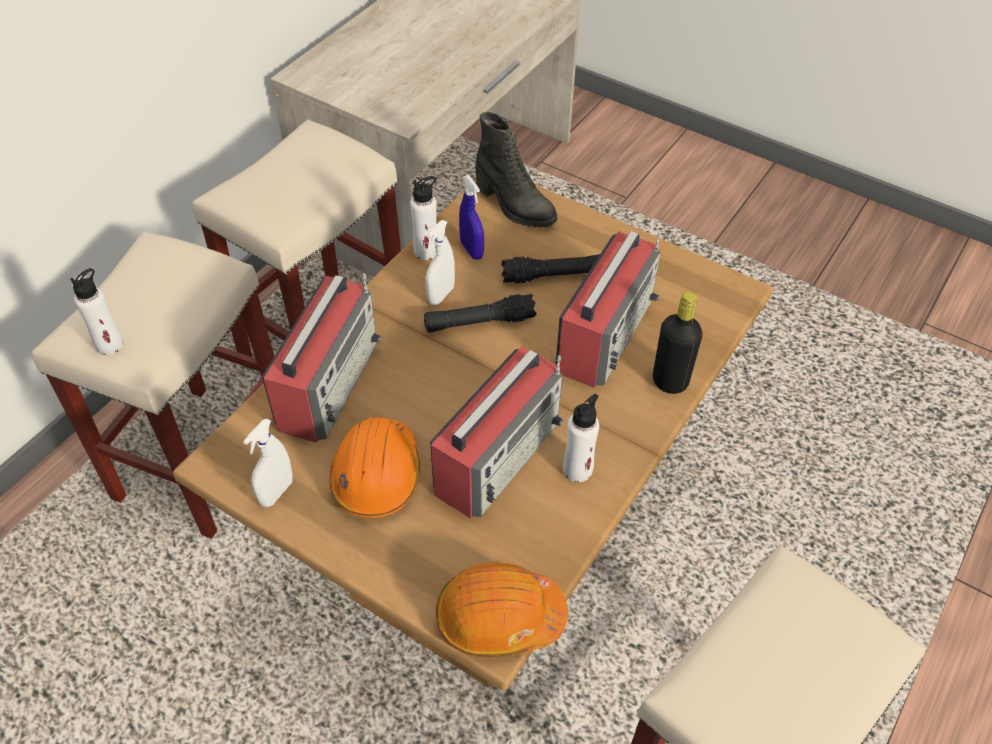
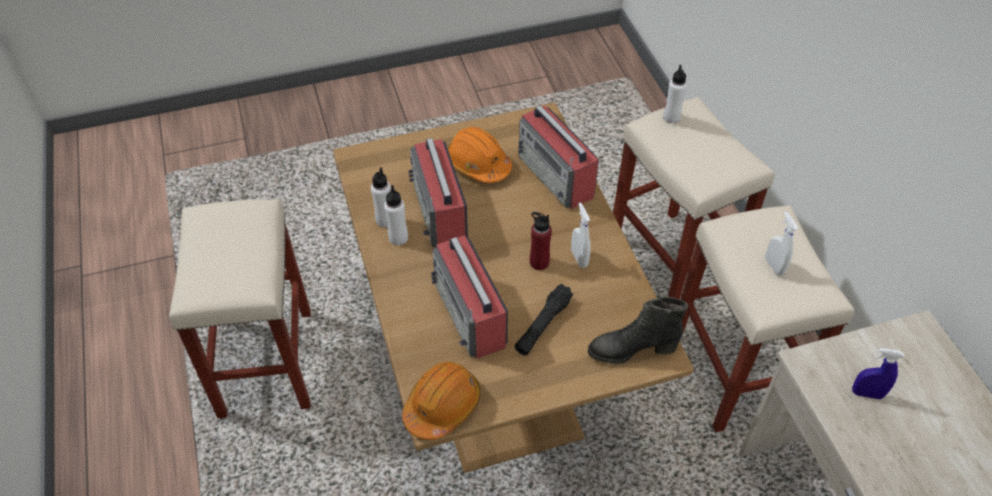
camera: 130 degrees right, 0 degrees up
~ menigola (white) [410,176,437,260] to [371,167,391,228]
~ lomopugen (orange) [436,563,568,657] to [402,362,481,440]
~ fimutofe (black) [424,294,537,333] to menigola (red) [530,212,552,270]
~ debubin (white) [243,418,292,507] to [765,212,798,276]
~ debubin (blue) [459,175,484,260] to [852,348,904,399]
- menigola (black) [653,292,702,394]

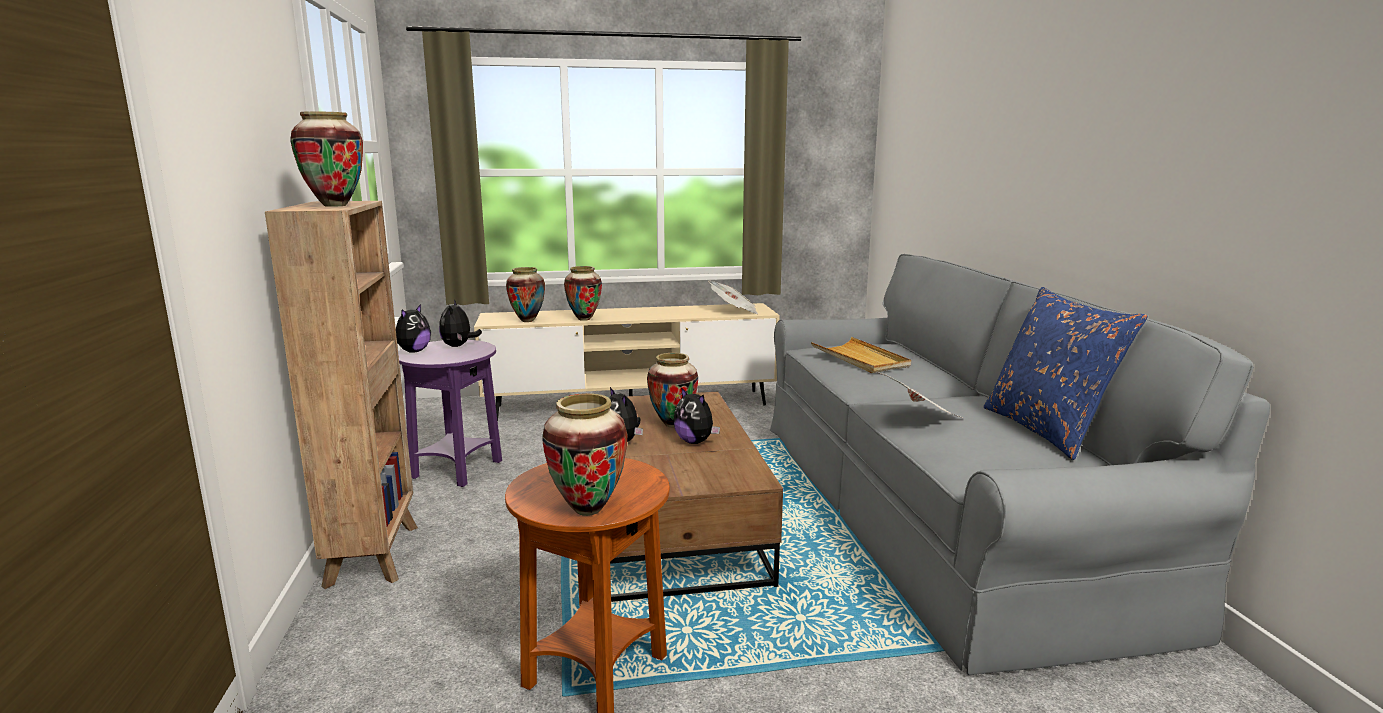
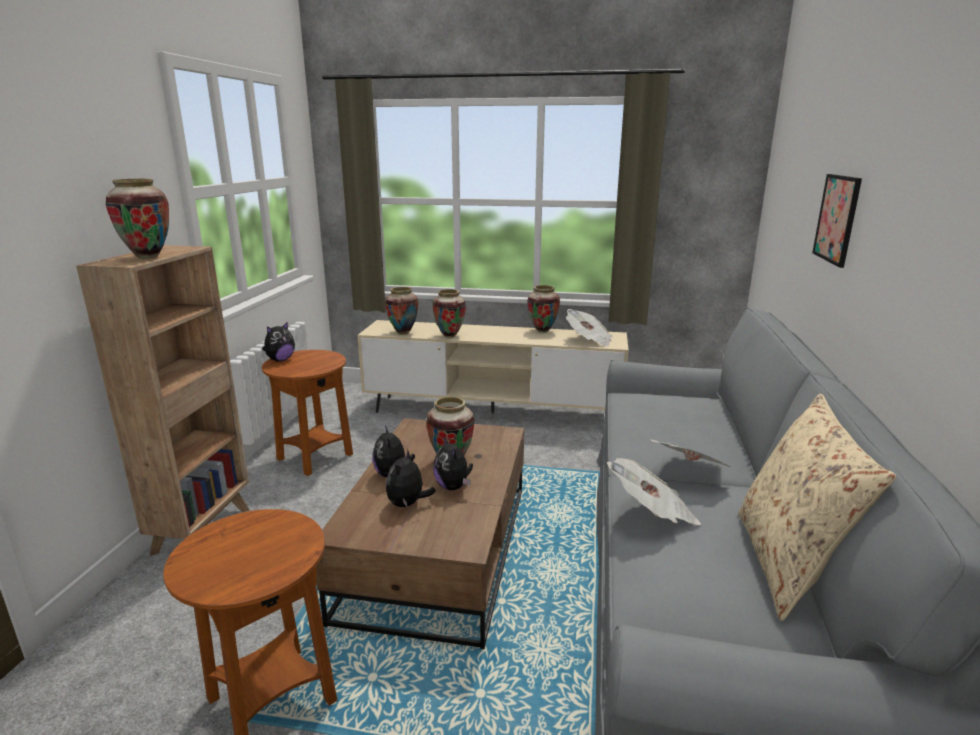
camera: 20 degrees right, 5 degrees up
~ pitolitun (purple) [398,340,502,487] to pitolitun (brown) [262,350,353,476]
~ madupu [439,300,482,347] to [386,449,436,507]
~ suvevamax [542,393,628,516] to [527,285,560,332]
+ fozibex [650,439,730,467]
~ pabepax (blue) [984,287,1148,460] to pabepax (beige) [738,394,896,621]
+ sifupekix [812,174,862,268]
- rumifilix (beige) [811,337,911,373]

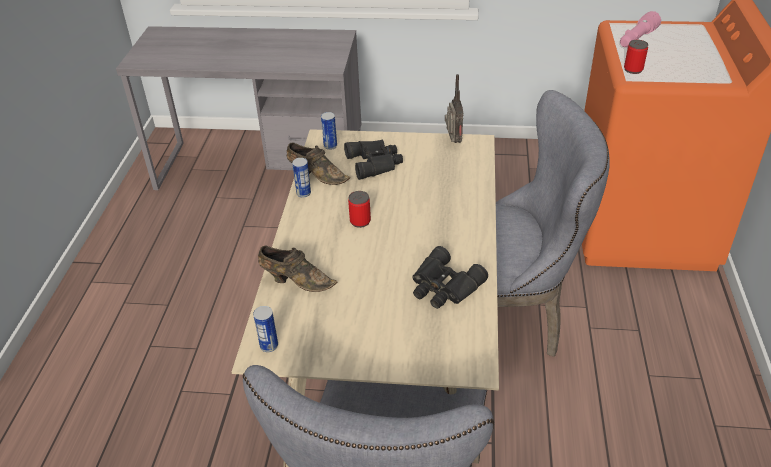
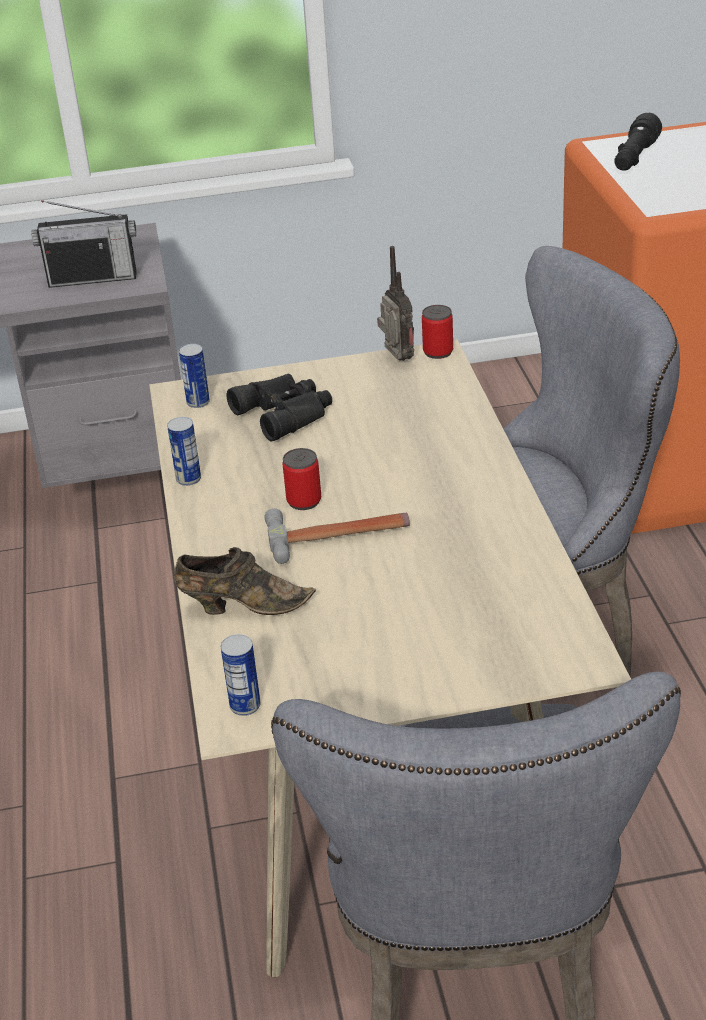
camera: 15 degrees left, 5 degrees down
+ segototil [32,200,137,288]
+ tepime [265,508,410,564]
~ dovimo [624,40,648,74] to [422,305,453,359]
~ fimutofe (pink) [620,11,661,47] to fimutofe (black) [614,113,662,171]
- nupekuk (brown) [287,143,350,185]
- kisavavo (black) [412,246,488,309]

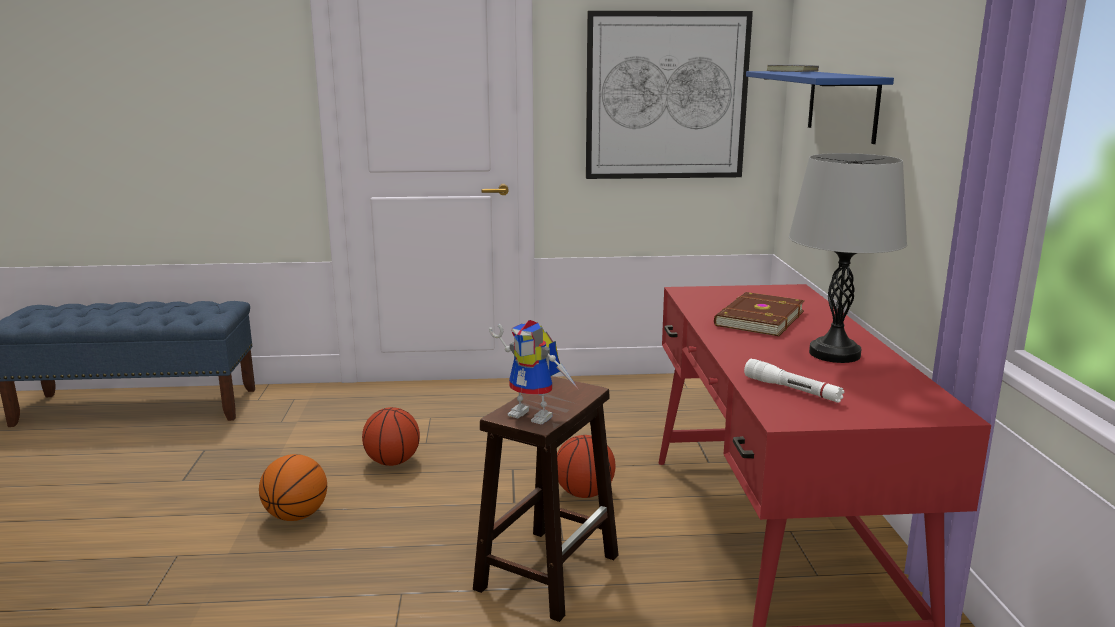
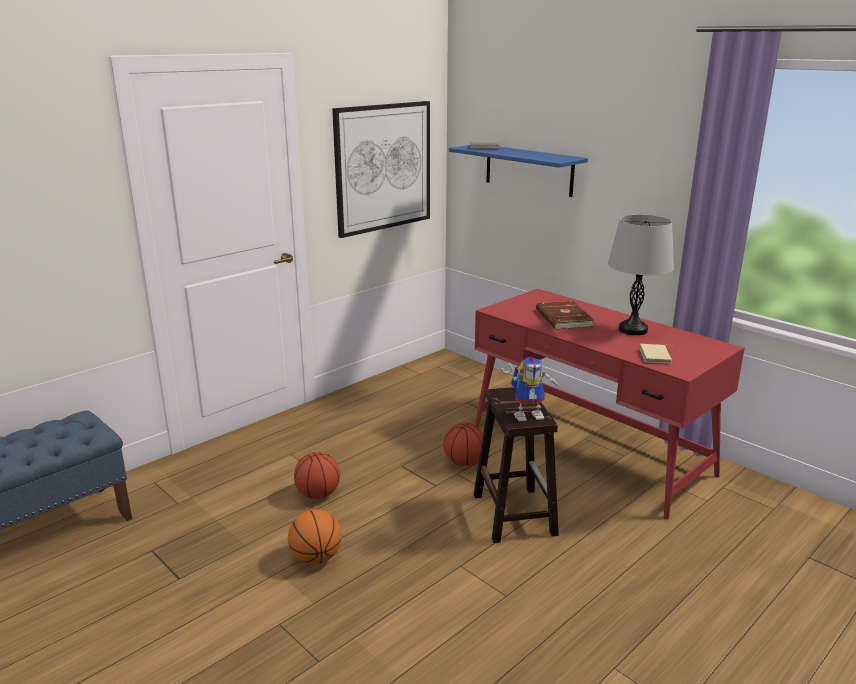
camera: 40 degrees left, 5 degrees up
~ fimutofe (white) [744,359,844,403] to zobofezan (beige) [640,344,674,364]

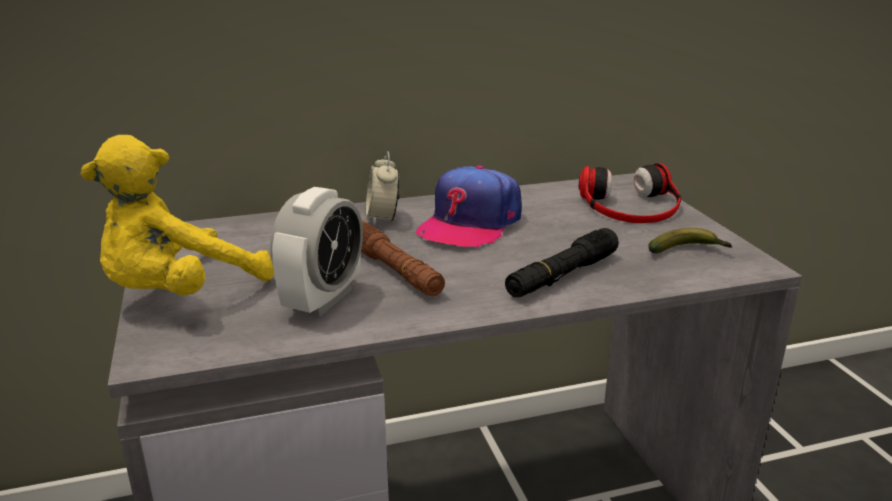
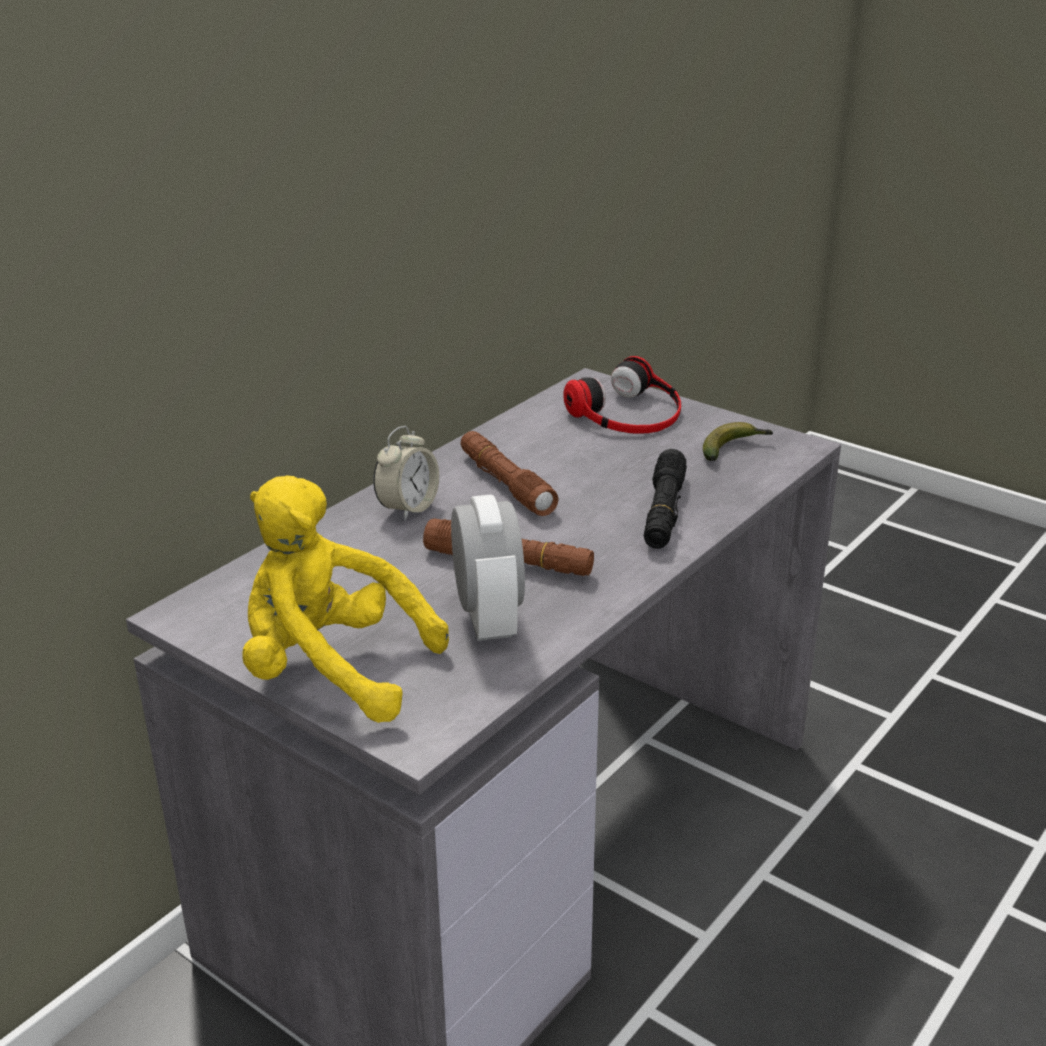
camera: 35 degrees left, 5 degrees up
~ madupu (yellow) [80,135,274,296] = [242,475,449,723] 105 degrees clockwise
~ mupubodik [366,151,399,226] = [373,426,439,521] 105 degrees counterclockwise
~ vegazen [416,165,522,248] to fimutofe (brown) [460,431,558,516]

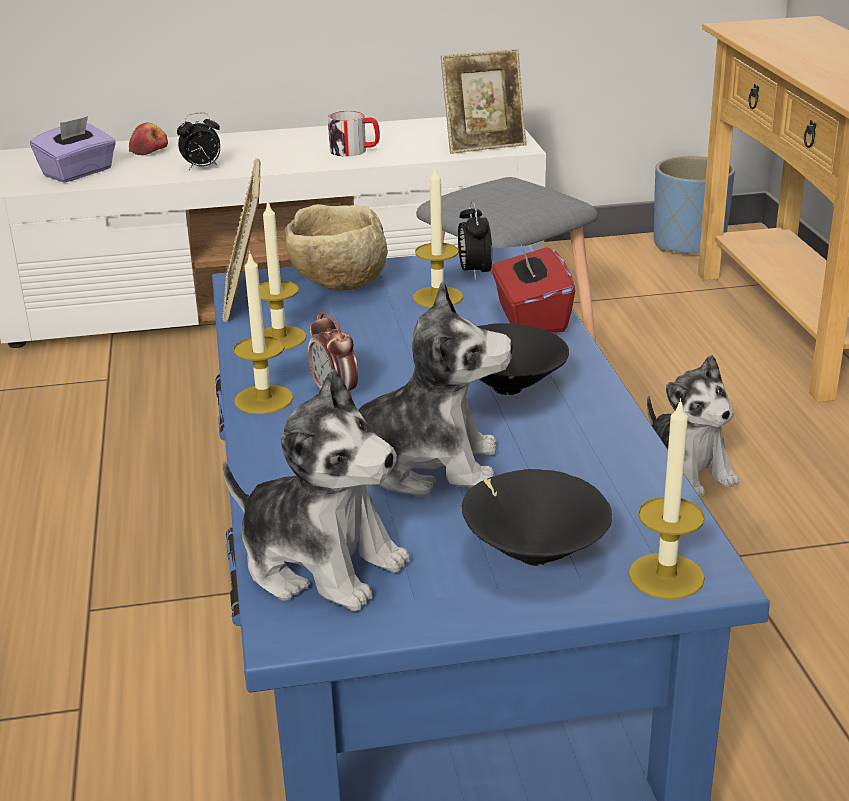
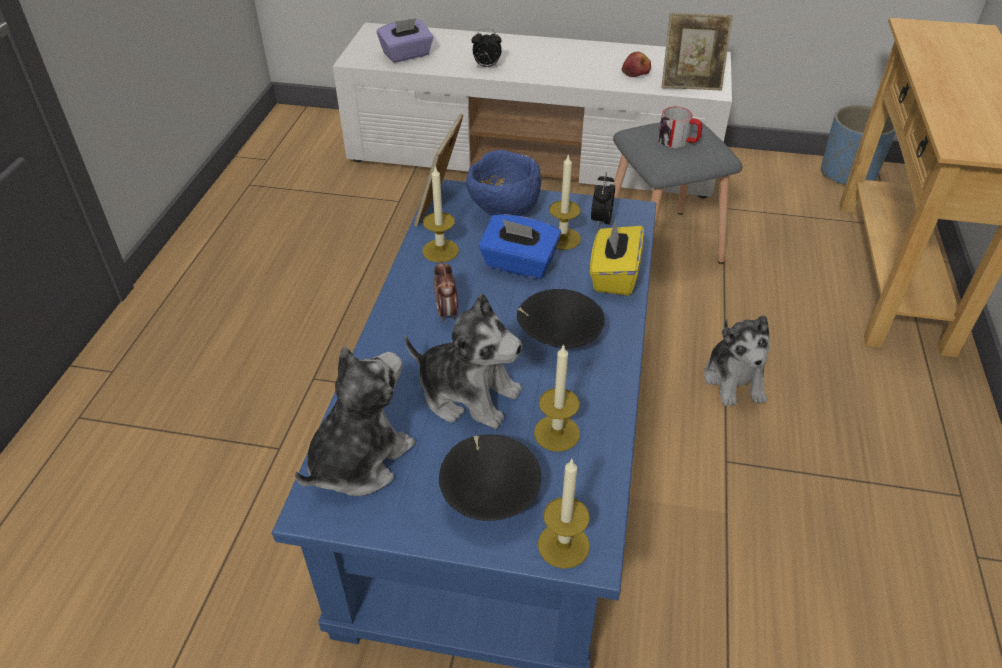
camera: 20 degrees right, 15 degrees up
~ madupu [223,369,410,611] = [295,347,415,496] 105 degrees counterclockwise
~ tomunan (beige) [284,204,388,291] to tomunan (blue) [466,150,541,216]
+ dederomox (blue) [479,214,561,279]
~ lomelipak [233,251,294,414] to [534,344,580,452]
~ dederomox (red) [491,237,575,333] to dederomox (yellow) [590,220,644,296]
~ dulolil [129,123,168,155] to [622,52,651,77]
~ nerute [328,111,380,157] to [658,106,702,148]

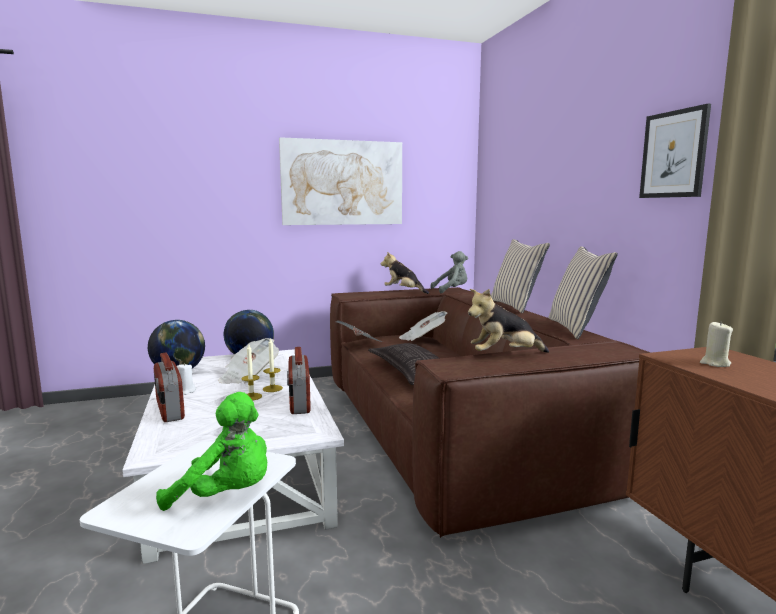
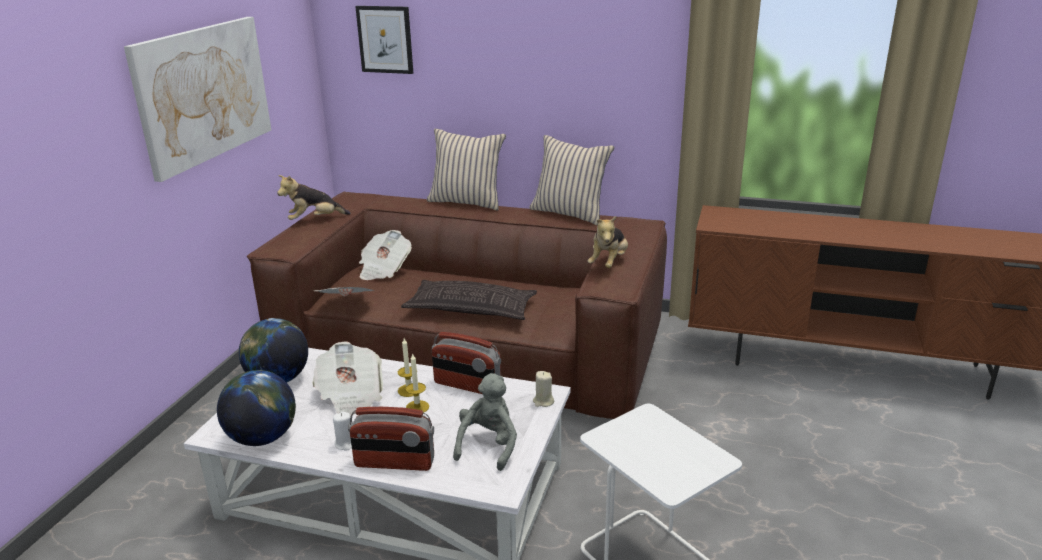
camera: 55 degrees left, 15 degrees up
~ sifupekix [639,104,711,198] to [355,6,413,74]
~ madupu (grey) [430,251,468,293] to [453,373,517,471]
~ lomelipak (beige) [700,321,733,367] to [533,371,554,407]
- madupu (green) [156,392,267,511]

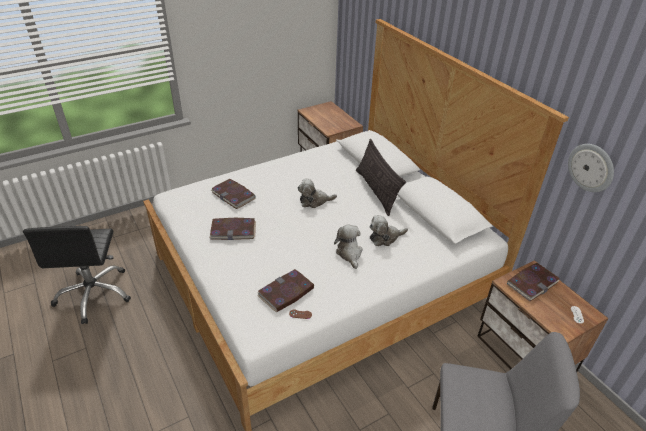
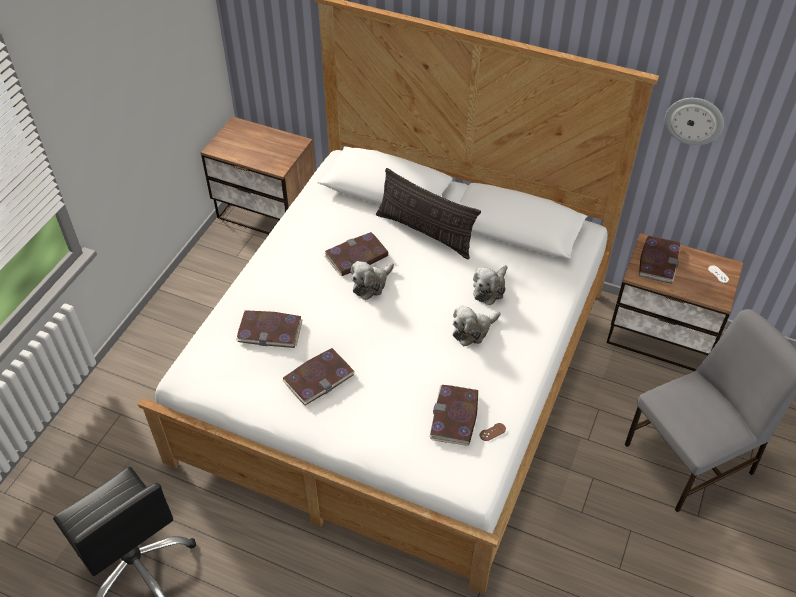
camera: 35 degrees left, 10 degrees up
+ zobofezan [324,232,388,276]
~ madupu [334,225,363,269] = [453,305,500,346] 75 degrees counterclockwise

